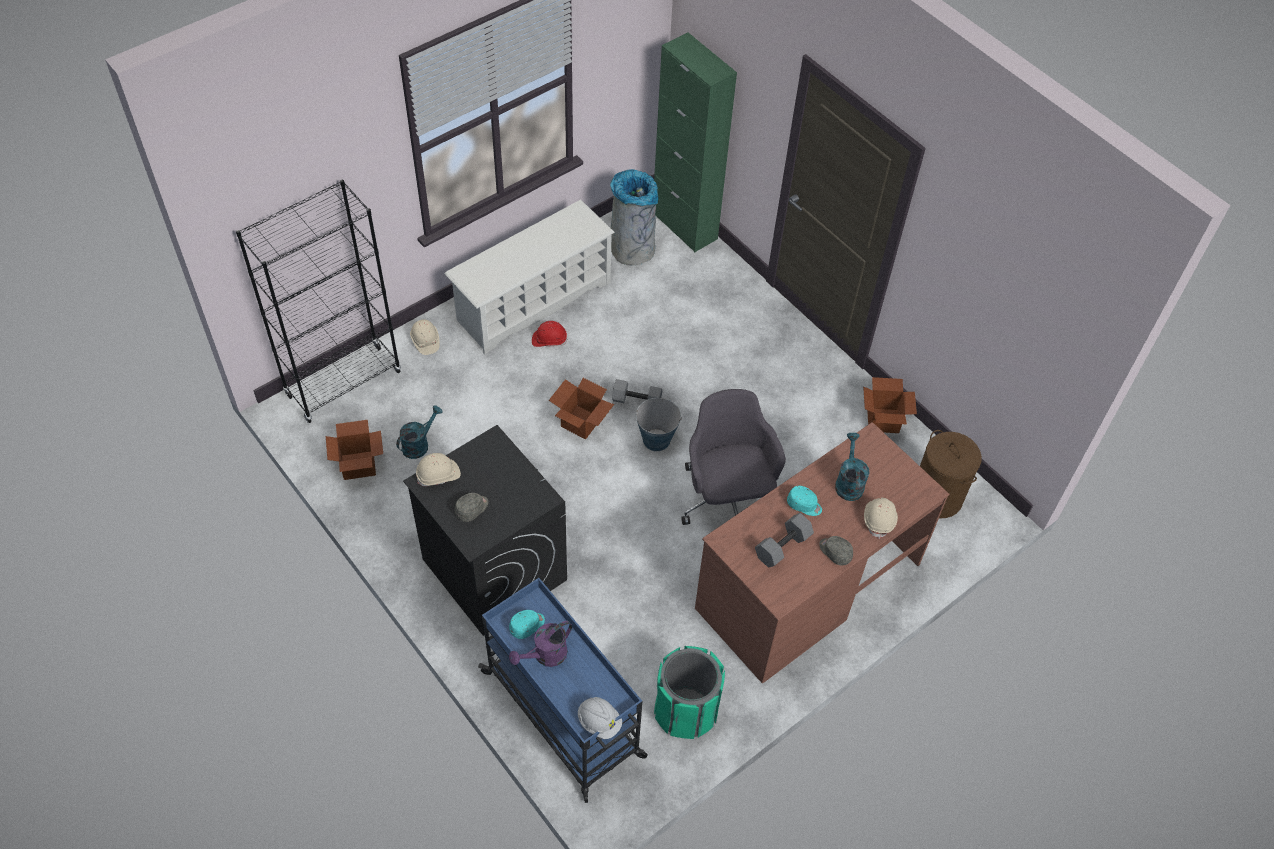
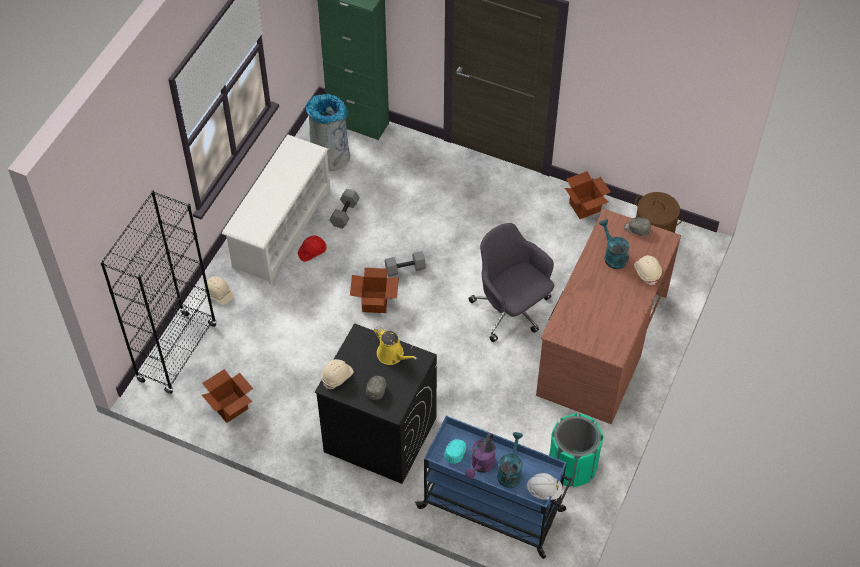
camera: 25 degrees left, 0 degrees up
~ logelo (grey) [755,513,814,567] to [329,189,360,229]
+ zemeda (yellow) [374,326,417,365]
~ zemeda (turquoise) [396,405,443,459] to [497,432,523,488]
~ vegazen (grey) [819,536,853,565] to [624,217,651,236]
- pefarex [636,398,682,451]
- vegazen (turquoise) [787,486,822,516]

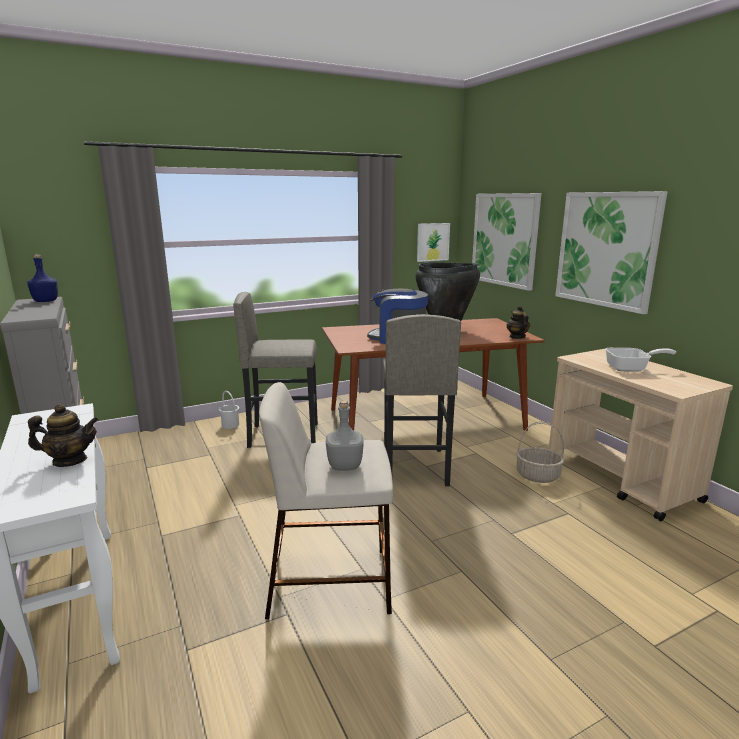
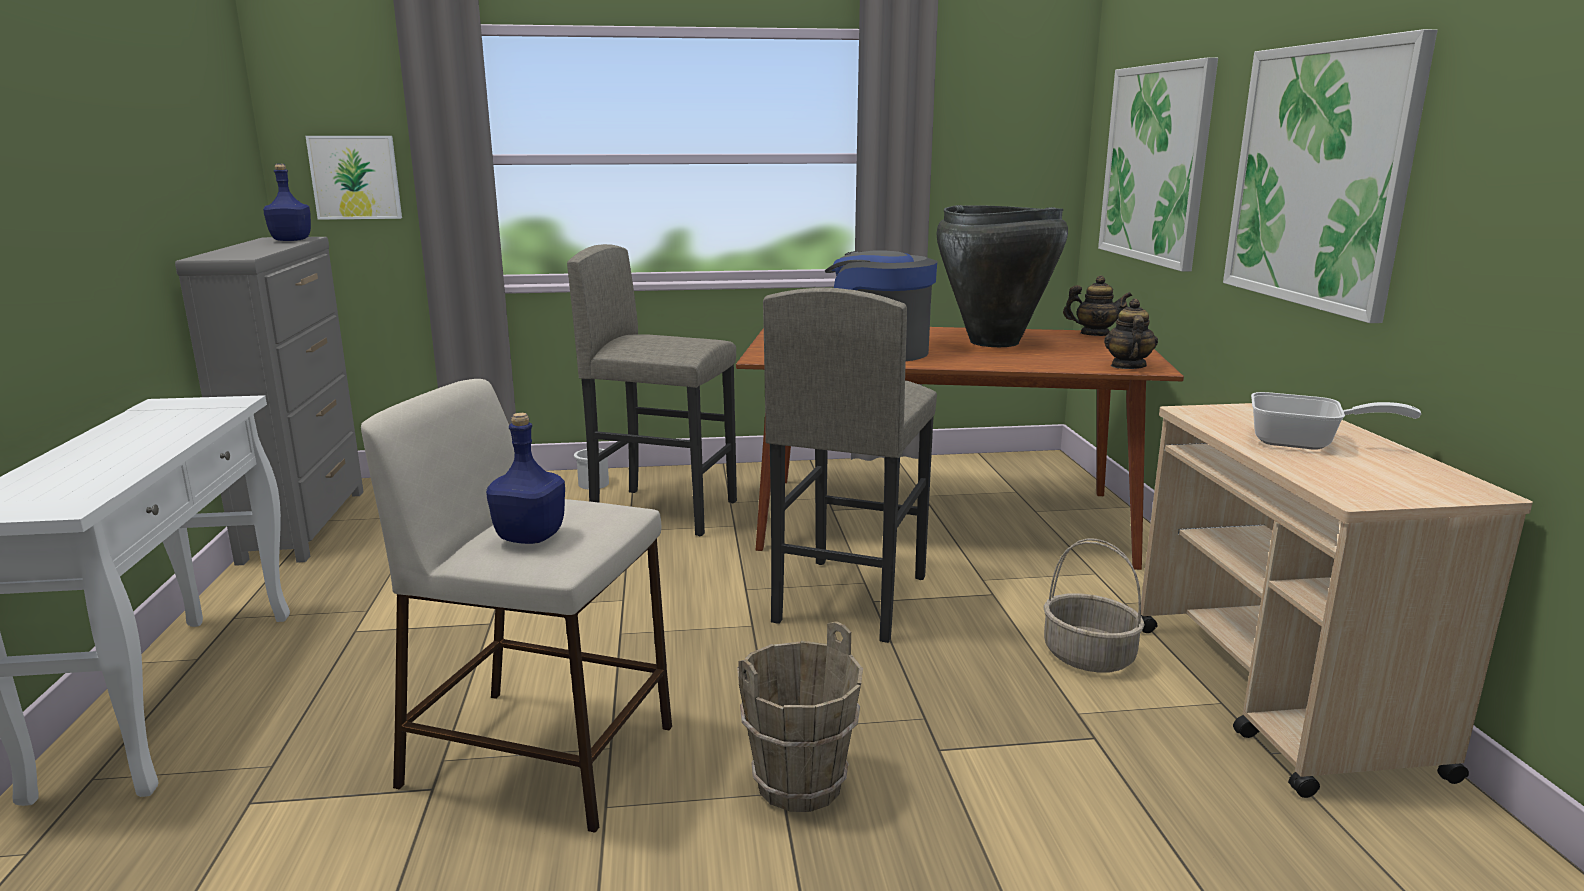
camera: 20 degrees right, 0 degrees up
~ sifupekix [417,223,450,262] to [306,136,402,220]
~ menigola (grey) [326,401,364,471] to menigola (blue) [486,413,565,544]
+ pefarex (brown) [737,621,863,812]
~ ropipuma [28,404,99,467] to [1063,276,1132,336]

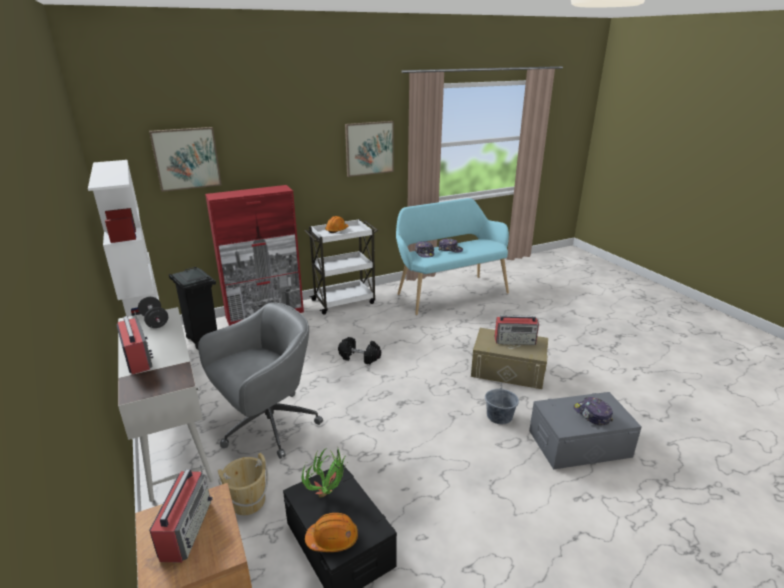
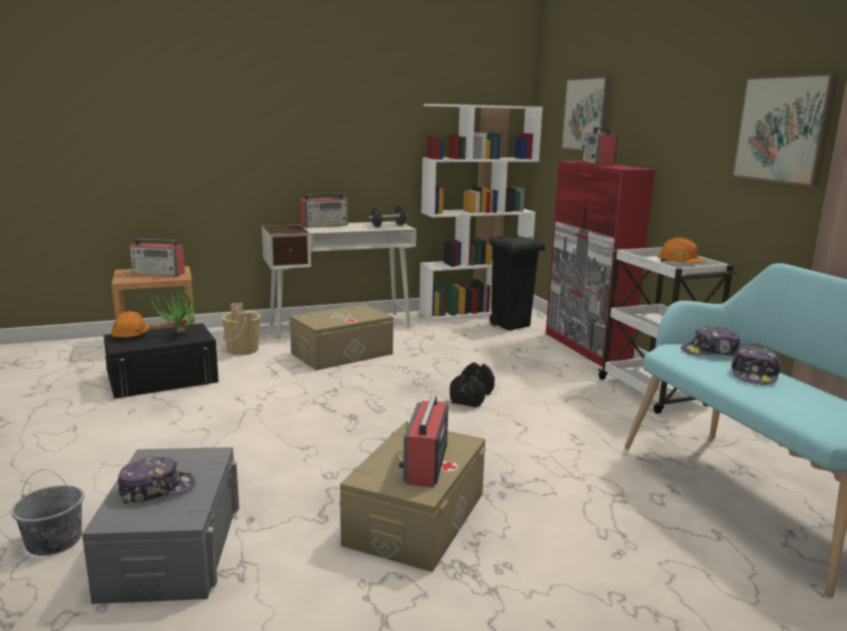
camera: 95 degrees right, 10 degrees down
~ pefarex (grey) [485,382,519,424] to [11,469,84,556]
~ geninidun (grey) [198,302,323,459] to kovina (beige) [290,304,393,370]
+ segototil [581,125,618,166]

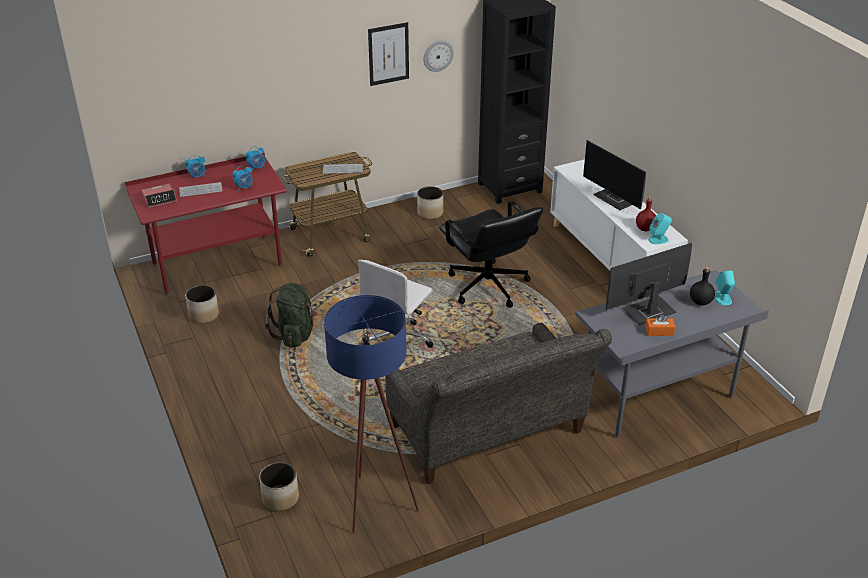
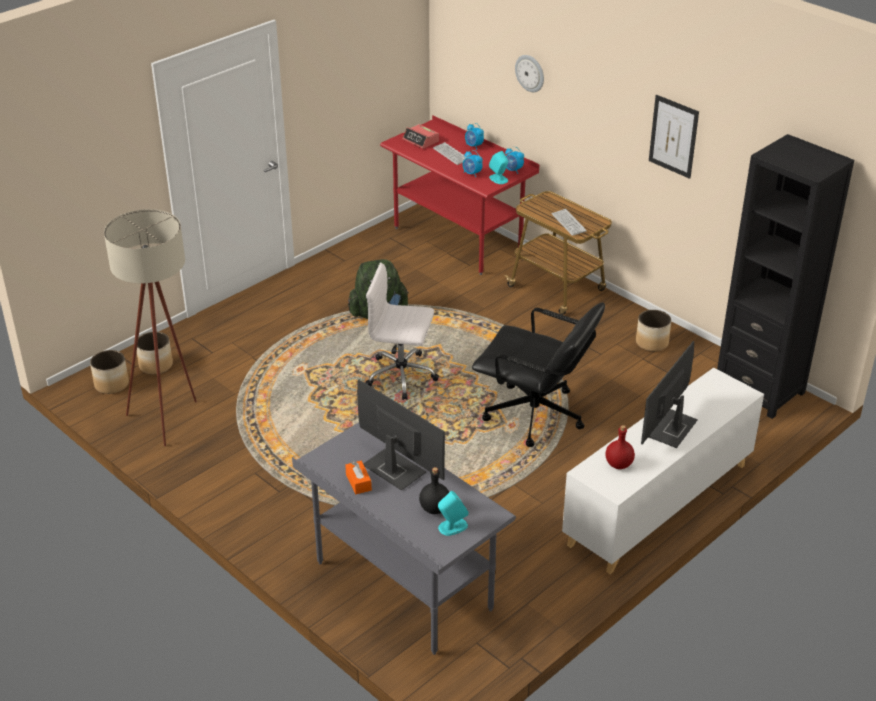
camera: 70 degrees right, 0 degrees up
~ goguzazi [185,285,219,323] to [90,350,129,394]
~ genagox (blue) [324,295,419,533] to genagox (beige) [104,209,197,446]
~ geninidun (black) [439,201,543,308] = [472,302,605,447] 105 degrees counterclockwise
~ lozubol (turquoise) [648,213,672,244] to [489,151,508,184]
~ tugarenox [423,41,454,72] to [515,55,544,92]
- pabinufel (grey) [385,323,612,484]

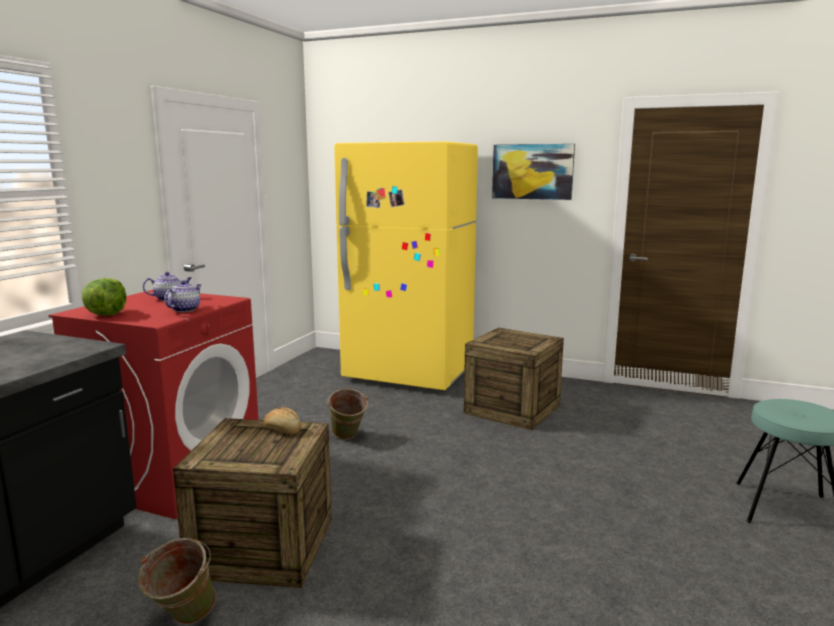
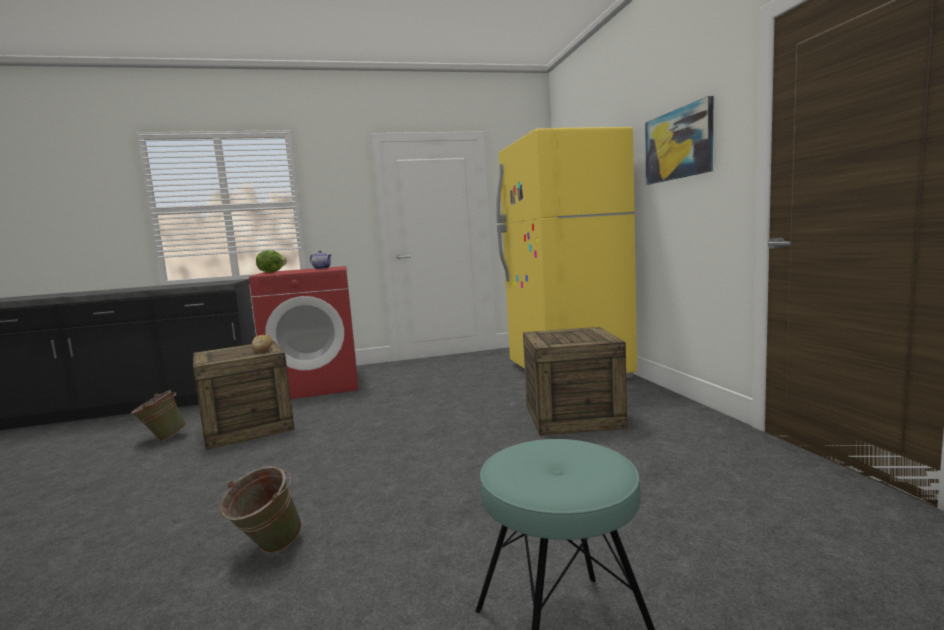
camera: 55 degrees right, 5 degrees down
~ pefarex (green) [327,389,368,439] to [220,466,302,553]
- ropipuma [164,281,202,312]

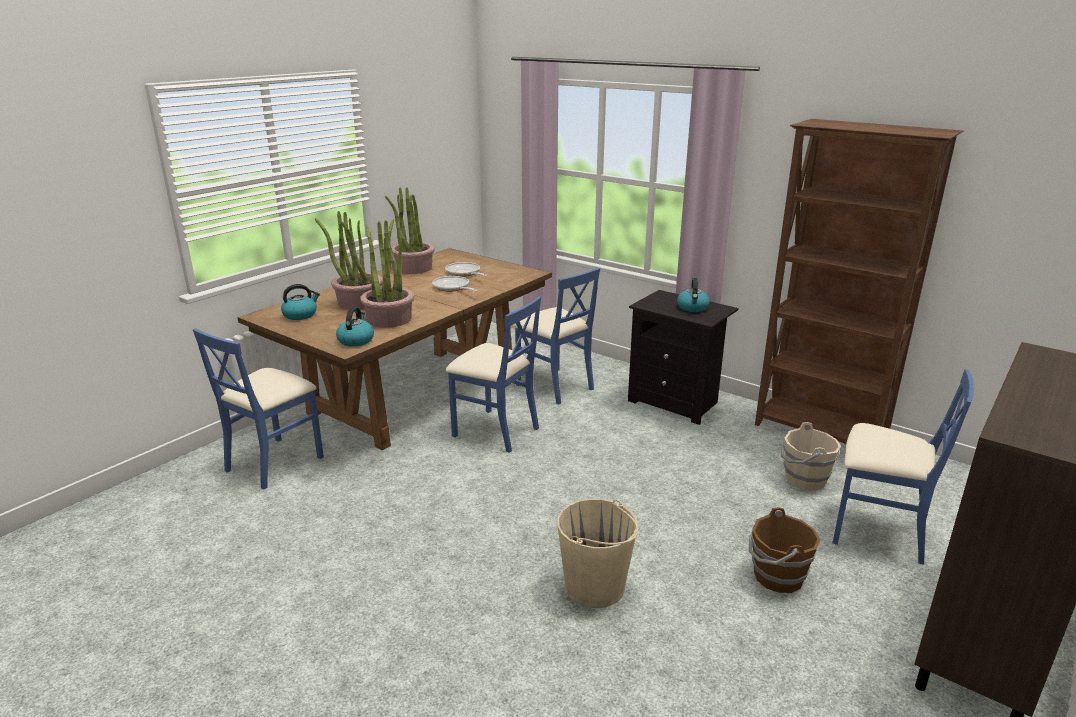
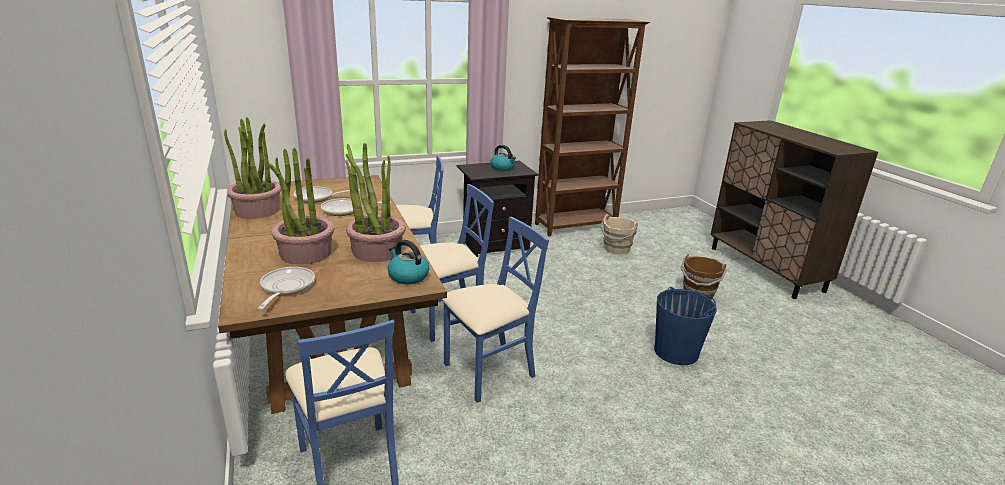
camera: 60 degrees left, 0 degrees up
~ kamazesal [281,284,320,320] to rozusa [258,267,315,310]
~ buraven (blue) [832,369,974,565] to [442,217,549,403]
~ pefarex (beige) [557,499,638,608] to pefarex (blue) [654,287,717,365]

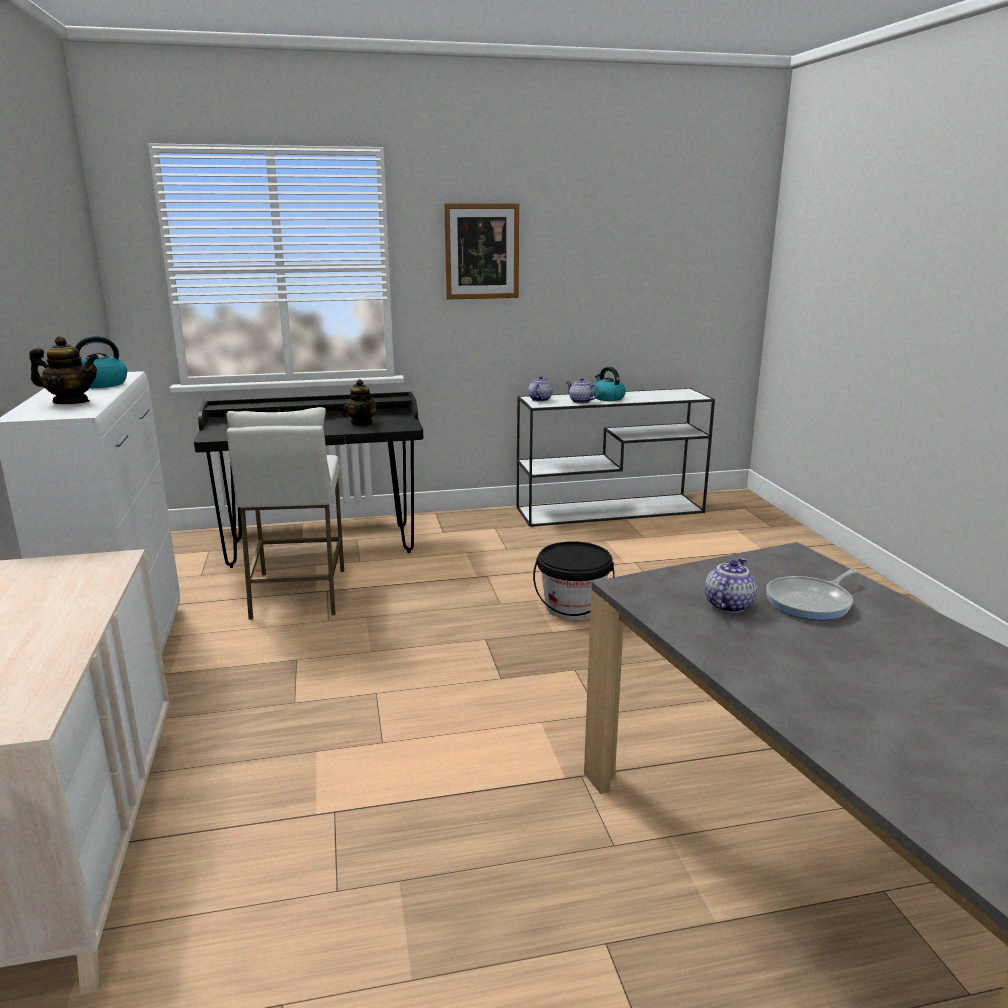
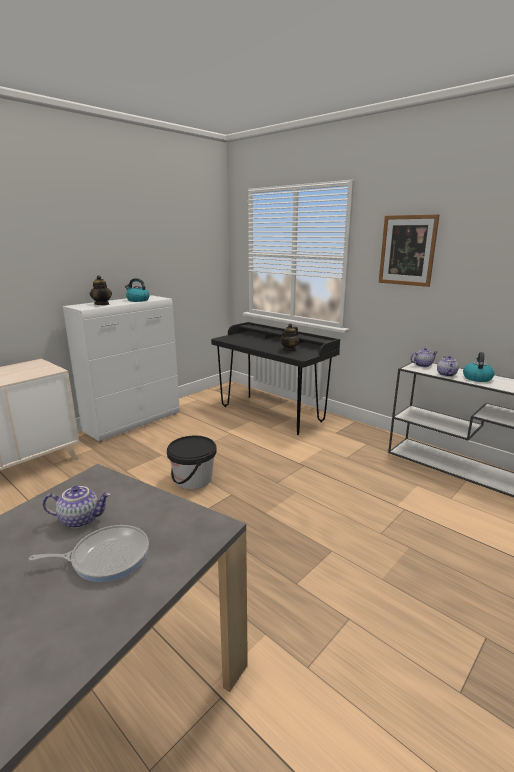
camera: 55 degrees right, 0 degrees up
~ rozusa [766,569,857,620] = [29,525,149,582] 150 degrees clockwise
~ pefarex (black) [533,541,615,620] to [167,436,217,489]
- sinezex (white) [227,407,344,619]

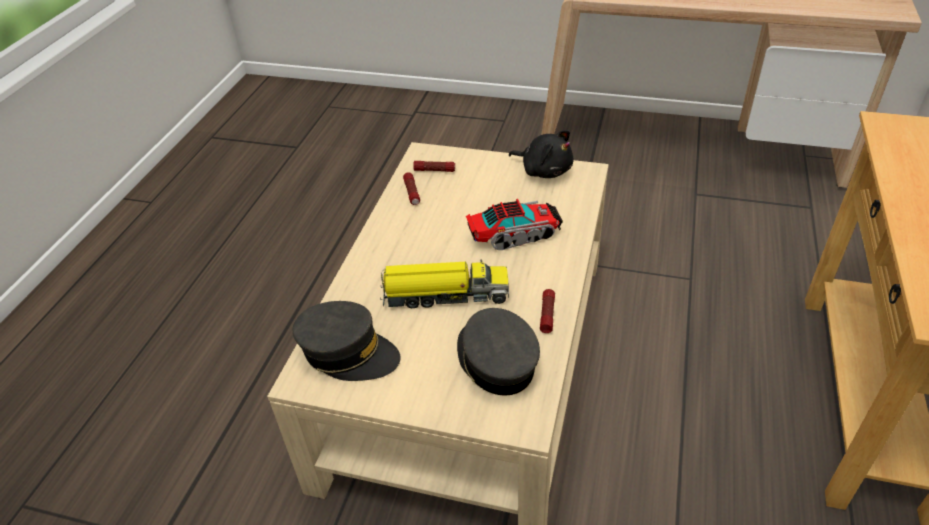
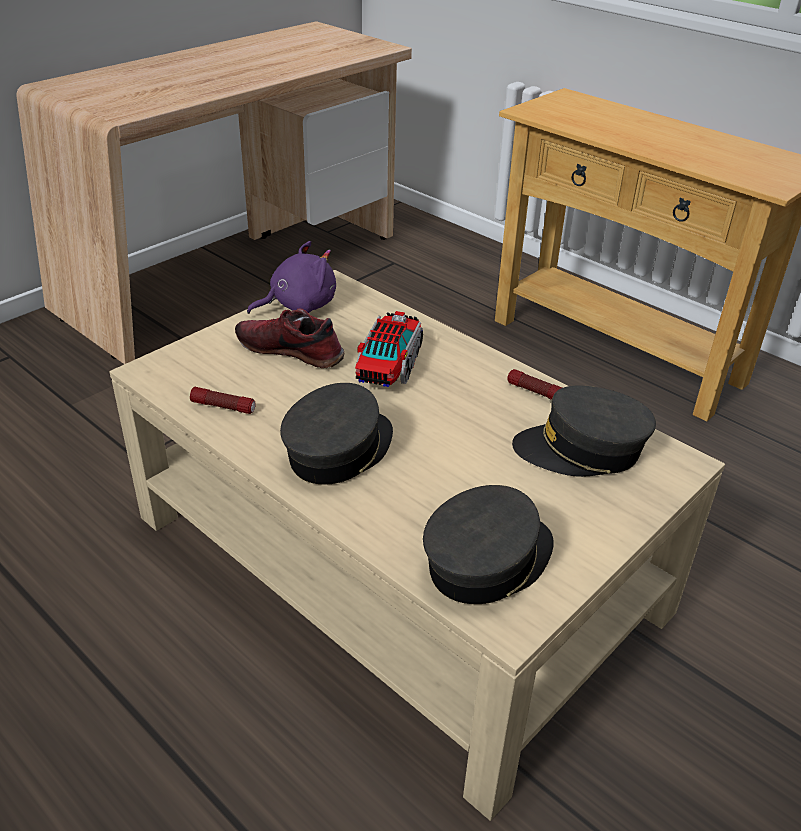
camera: 65 degrees left, 5 degrees down
+ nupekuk [235,309,344,368]
~ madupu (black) [509,130,574,178] to madupu (purple) [247,241,336,314]
+ vegazen (grey) [280,383,393,485]
- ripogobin [380,259,509,308]
- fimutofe [413,161,455,172]

